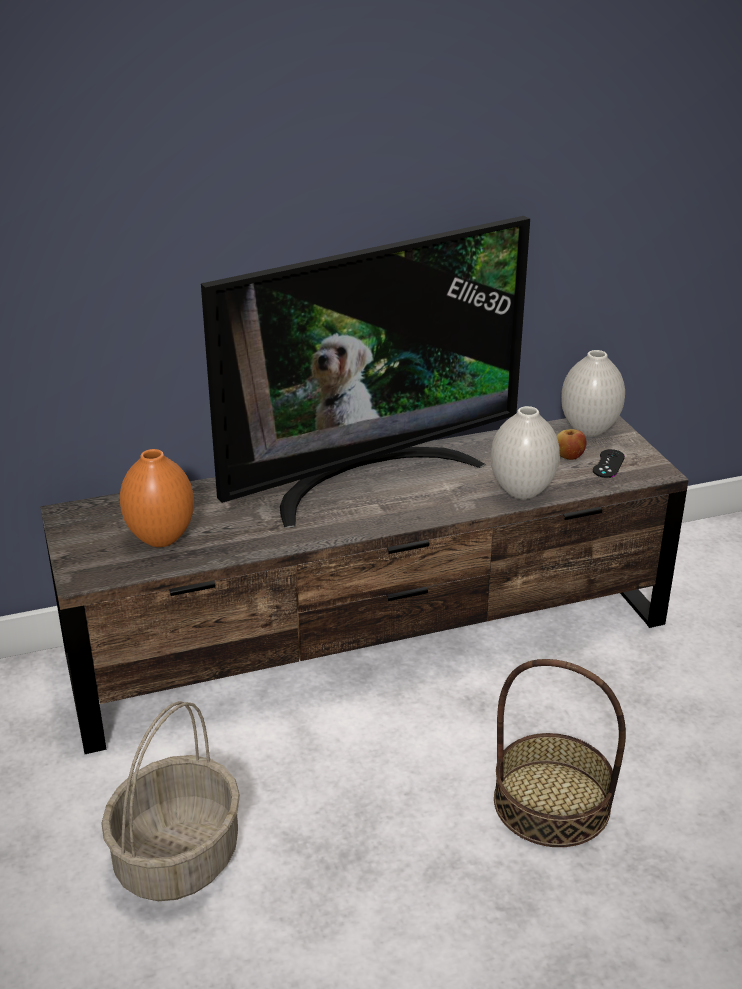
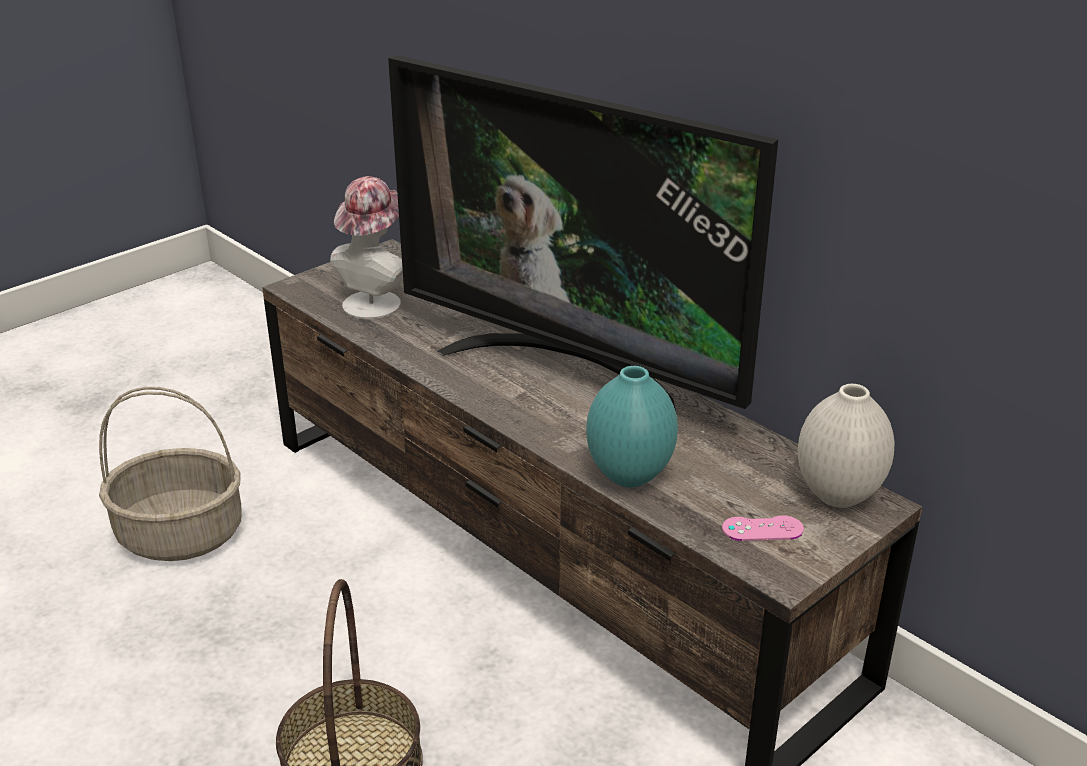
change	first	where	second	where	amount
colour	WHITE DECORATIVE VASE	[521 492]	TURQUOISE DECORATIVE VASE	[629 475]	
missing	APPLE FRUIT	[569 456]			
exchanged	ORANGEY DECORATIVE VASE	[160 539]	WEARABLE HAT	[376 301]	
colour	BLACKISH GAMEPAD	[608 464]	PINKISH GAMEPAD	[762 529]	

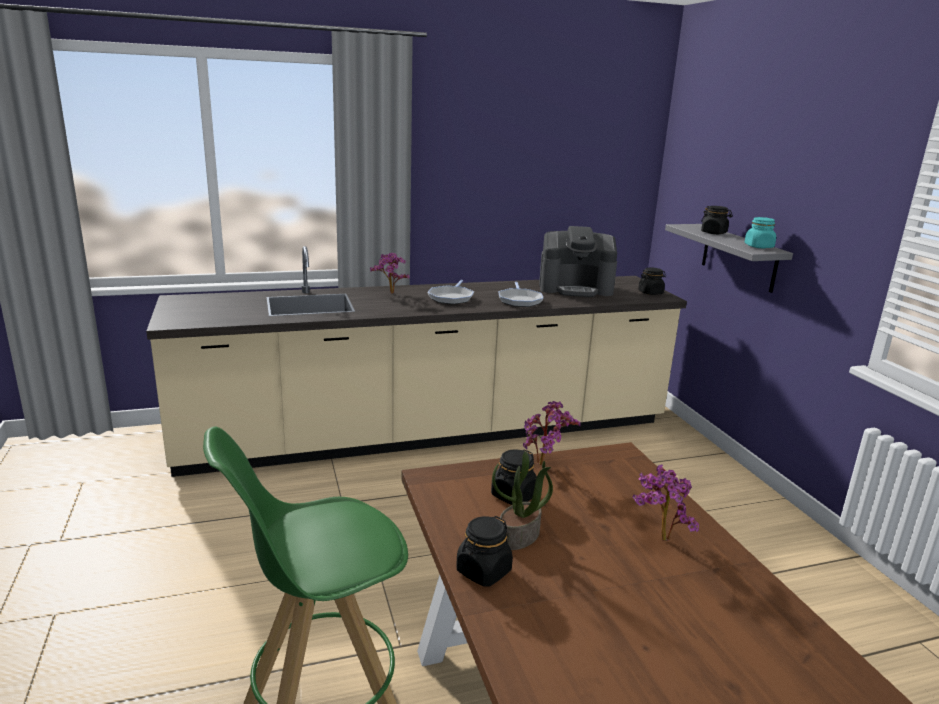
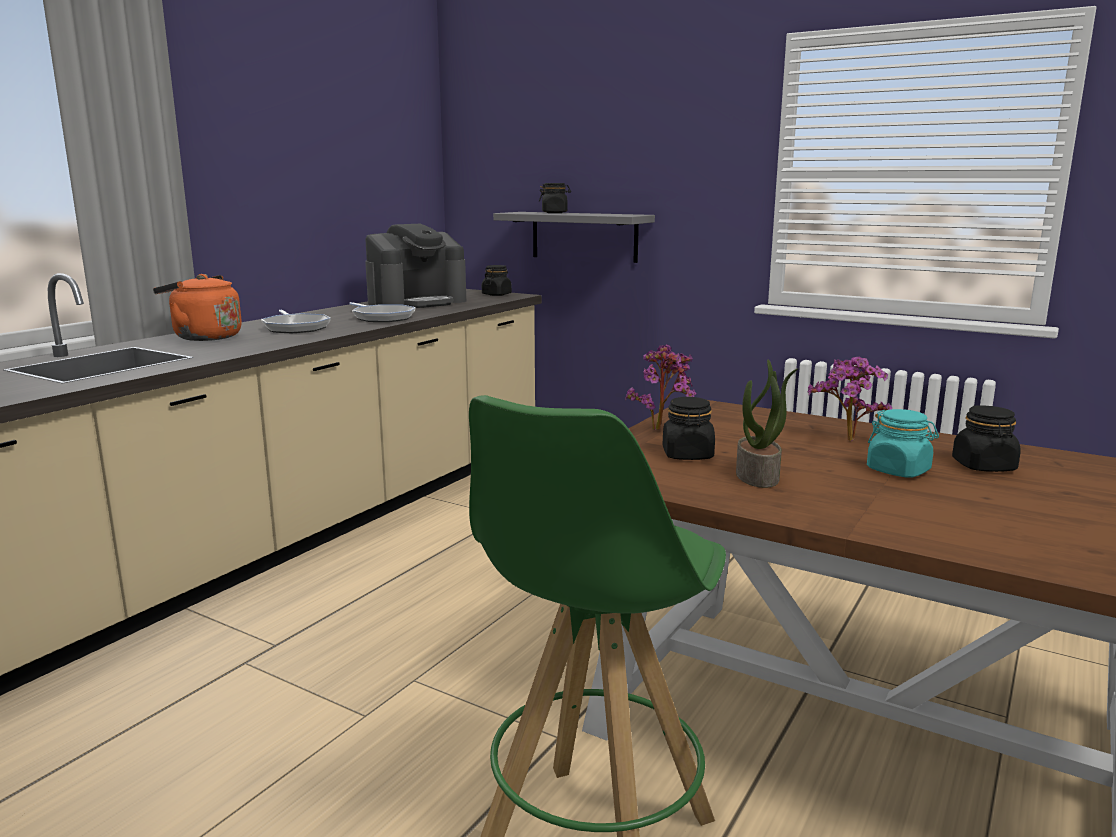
change	first	where	second	where	amount
relocated	TURQUOISE PRESERVE JAR	[759 246]		[898 471]	
exchanged	POTTED PLANT	[390 294]	ORANGEY KETTLE	[203 337]	
relocated	BLACKISH PRESERVE JAR	[483 571]		[984 466]	

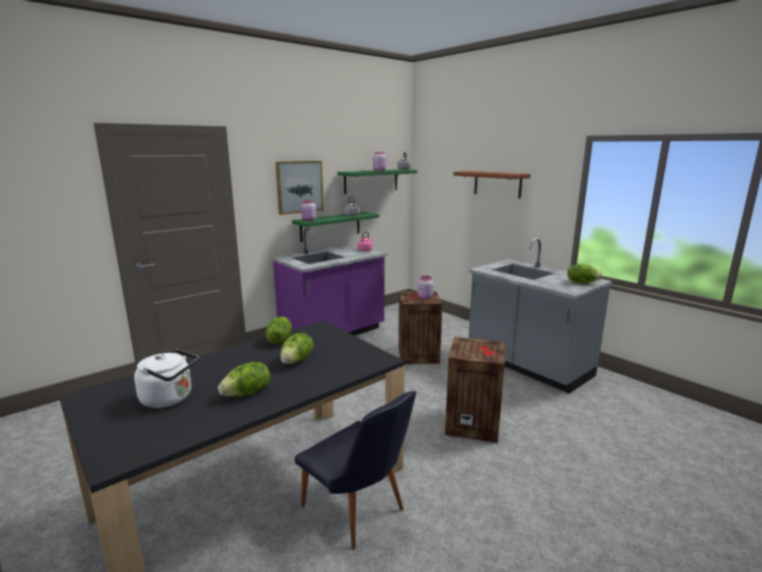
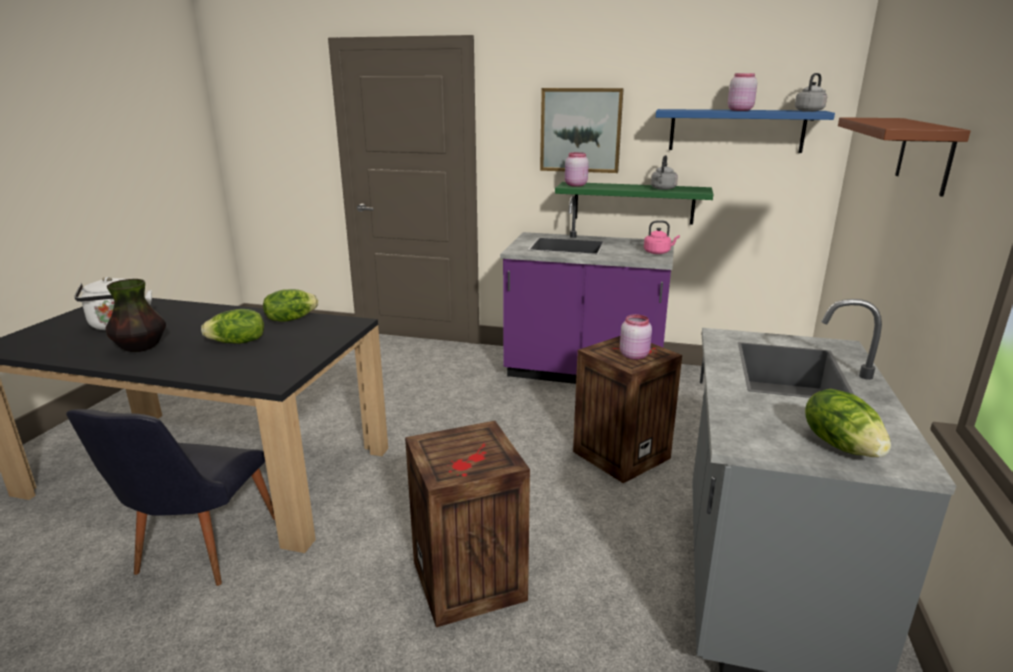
change	first	where	second	where	amount
colour	GREEN-COLOURED SHELF	[371 181]	BLUE SHELF	[736 130]	
exchanged	LETTUCE HEAD	[247 393]	DECORATIVE VASE	[140 347]	

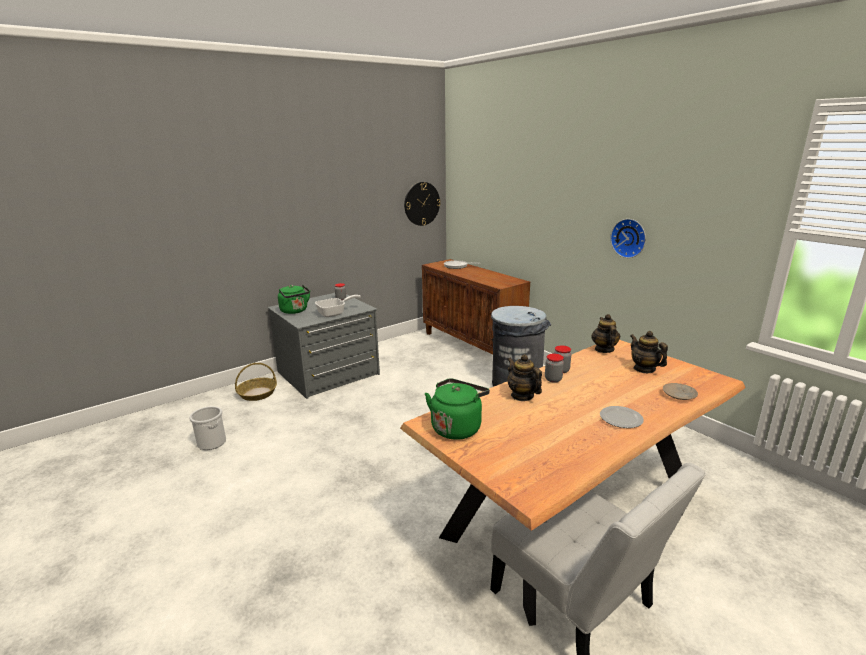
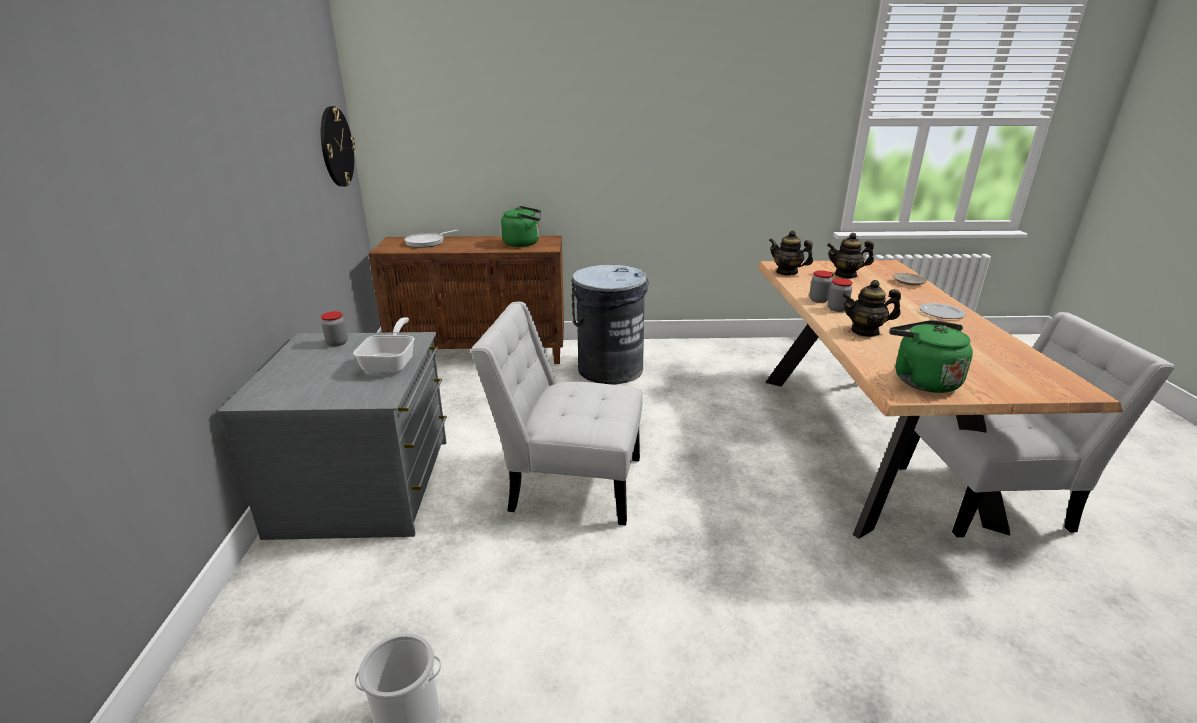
change	first	where	second	where	amount
missing	CLOCK ON THE WALL	[629 238]			
relocated	GREEN-COLOURED KETTLE	[295 311]		[523 243]	
missing	HOUSEHOLD BASKET	[257 393]			
appeared			WHITE CHAIR	[568 482]	

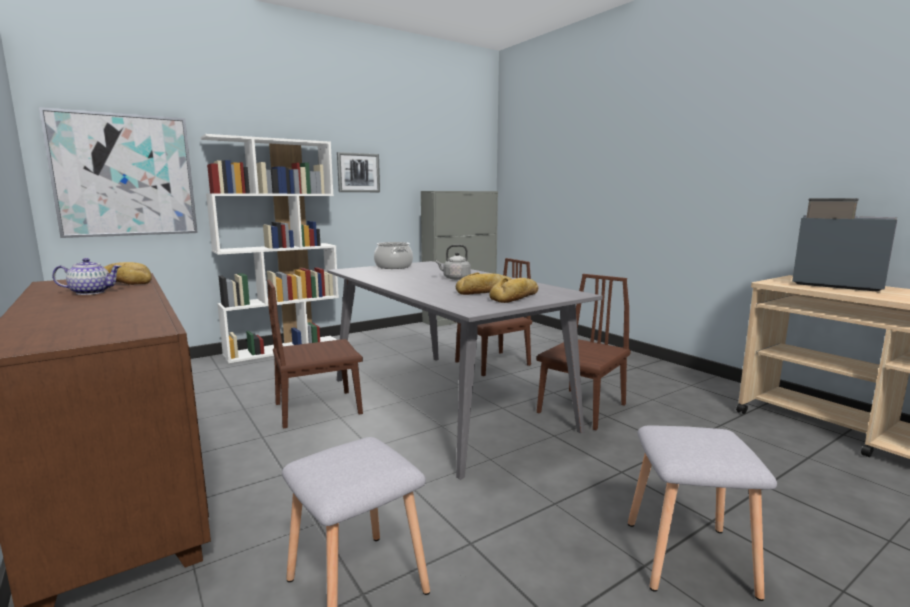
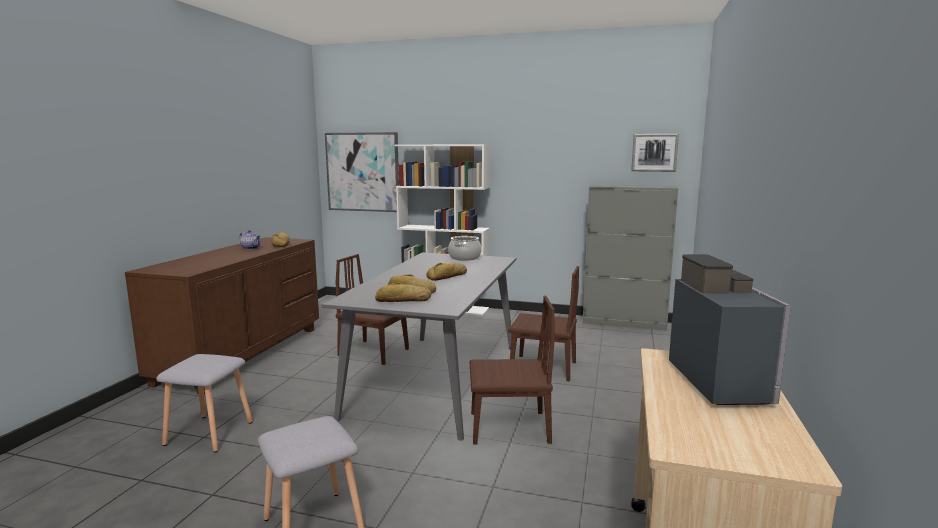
change	first	where	second	where	amount
relocated	WALL PICTURE	[358 172]		[654 152]	
exchanged	GRAY KETTLE	[455 278]	BREAD	[448 276]	

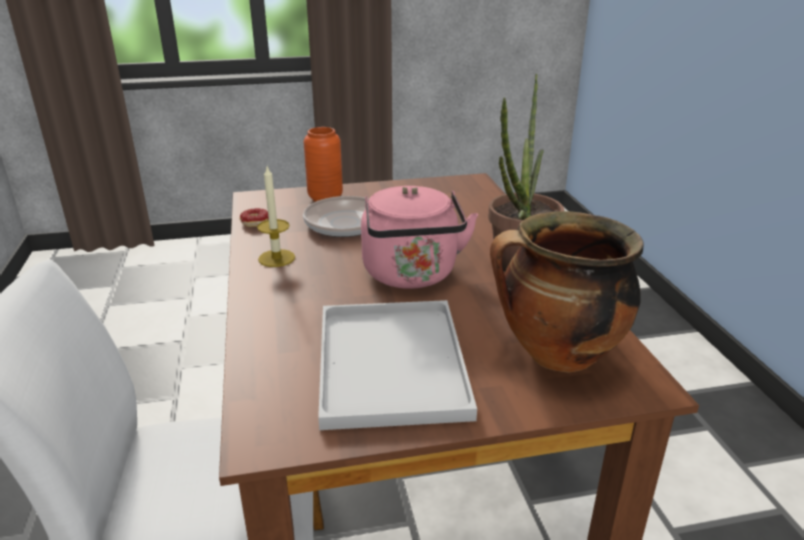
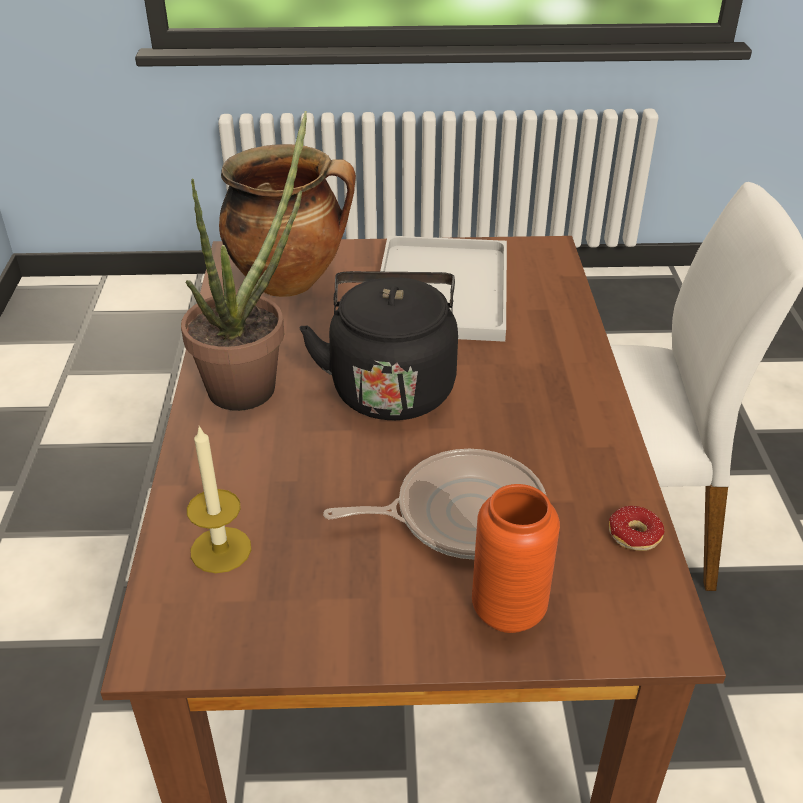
change	first	where	second	where	amount
relocated	WAX LIGHT	[276 258]		[221 550]	
colour	PINKISH KETTLE	[412 276]	BLACKISH KETTLE	[392 386]	

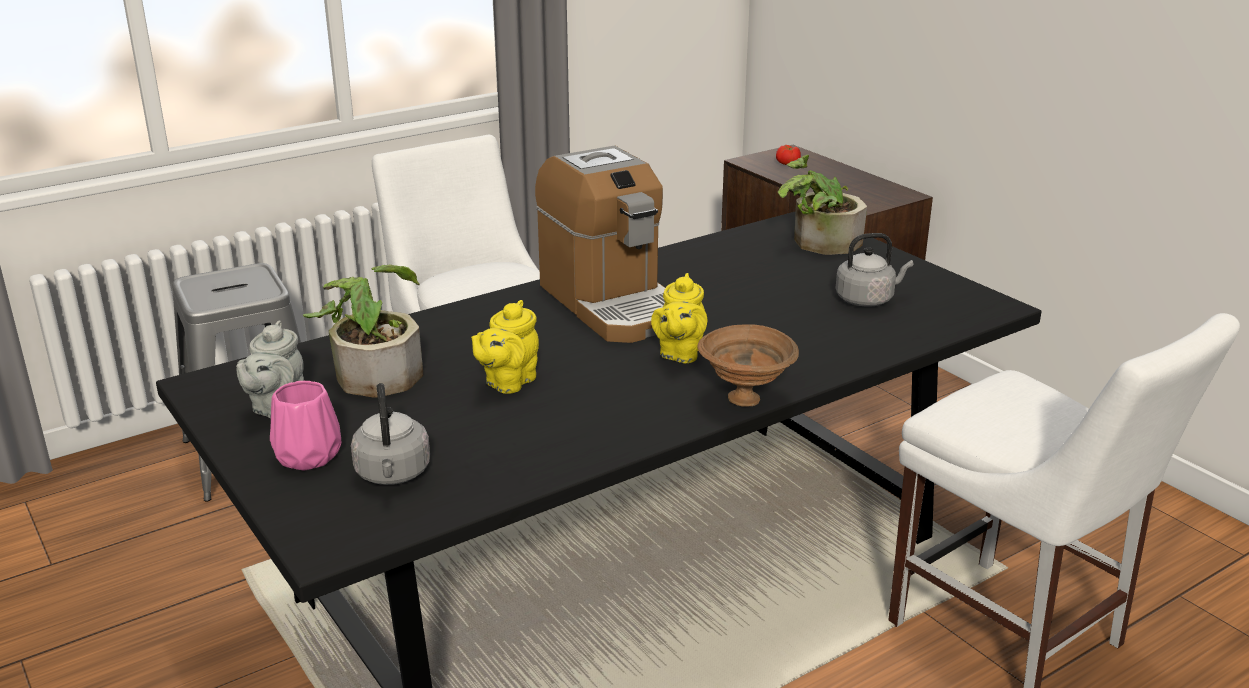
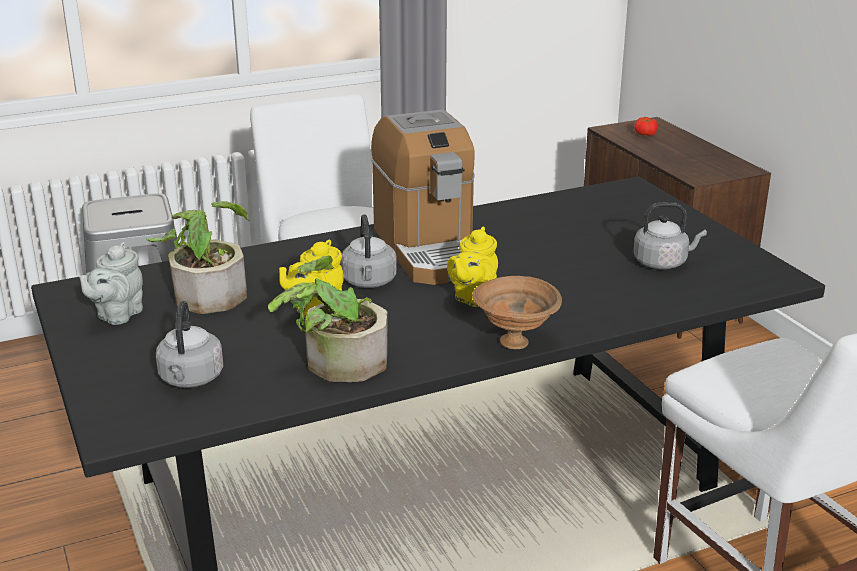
change	first	where	second	where	amount
relocated	POTTED PLANT	[818 243]		[335 362]	
missing	PINKISH DECORATIVE VASE	[308 455]			
appeared			GRAY KETTLE	[369 282]	

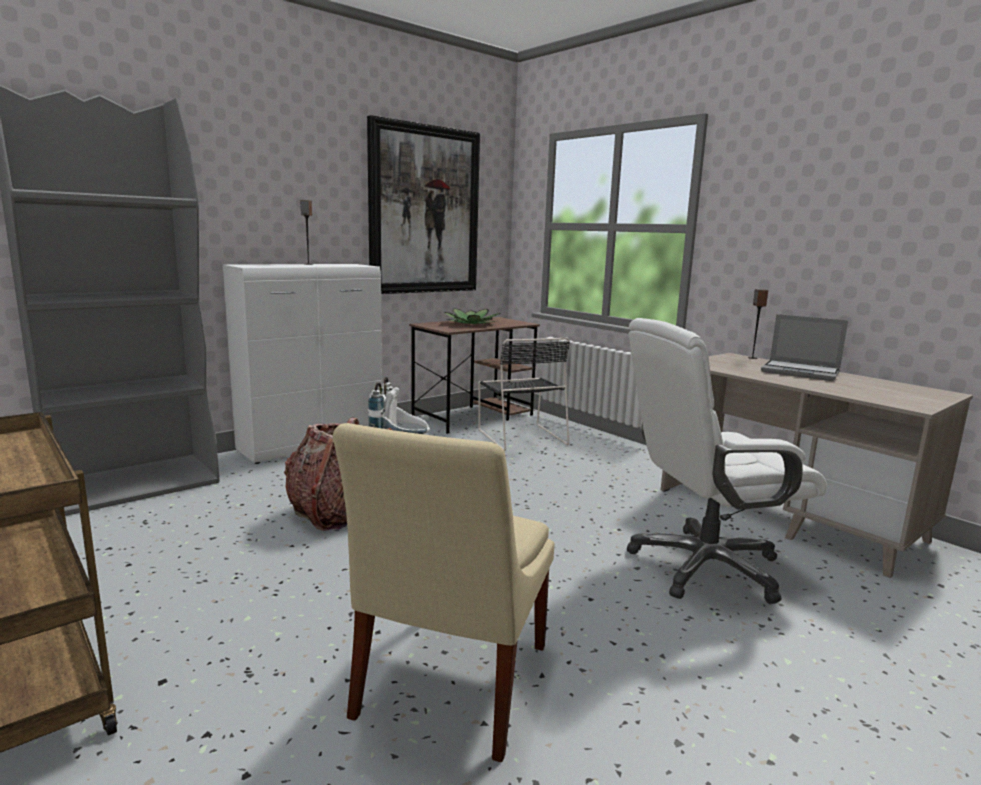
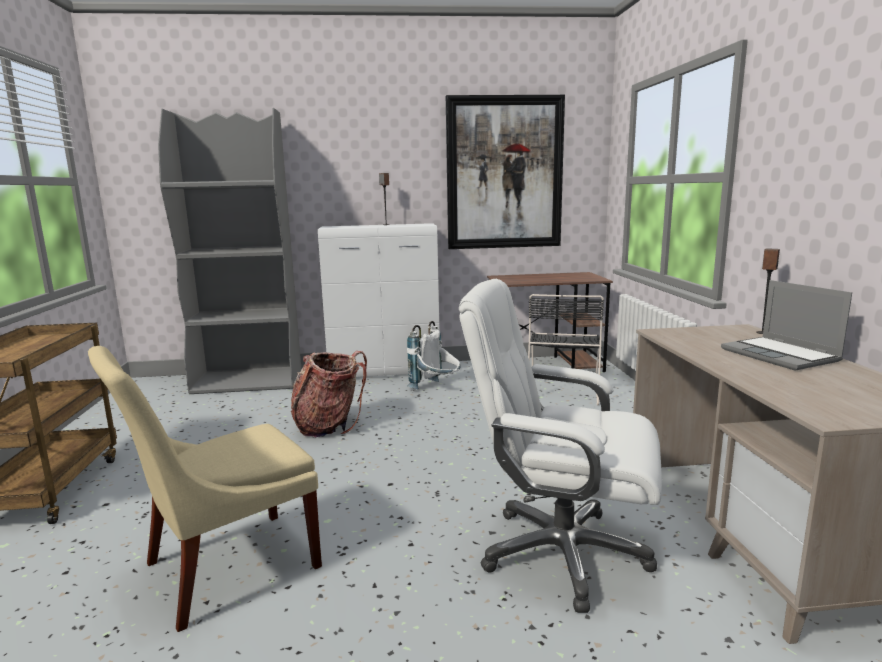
change	first	where	second	where	amount
missing	POTTED PLANT	[471 324]			

